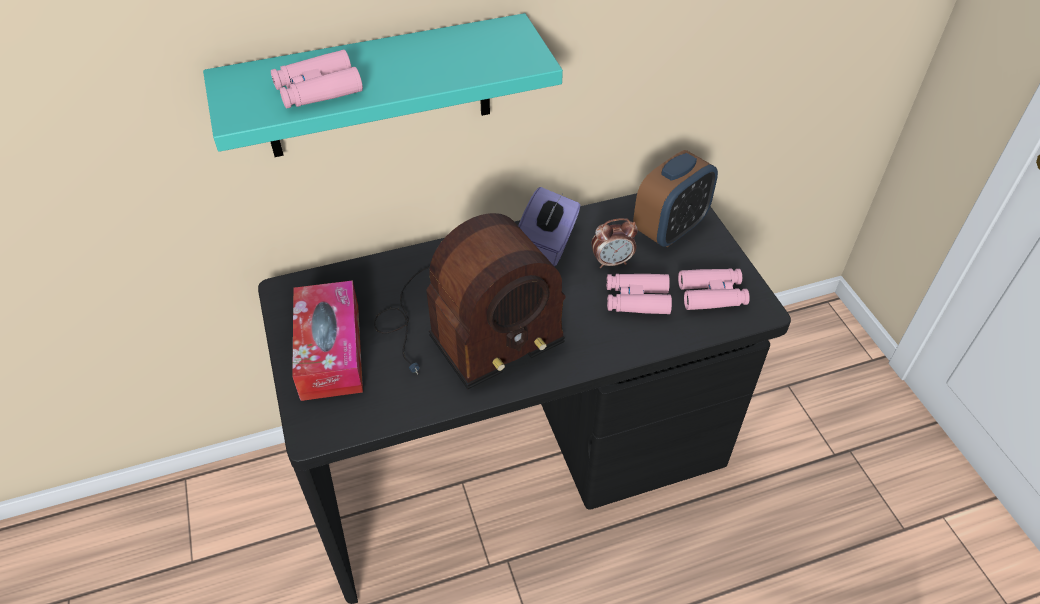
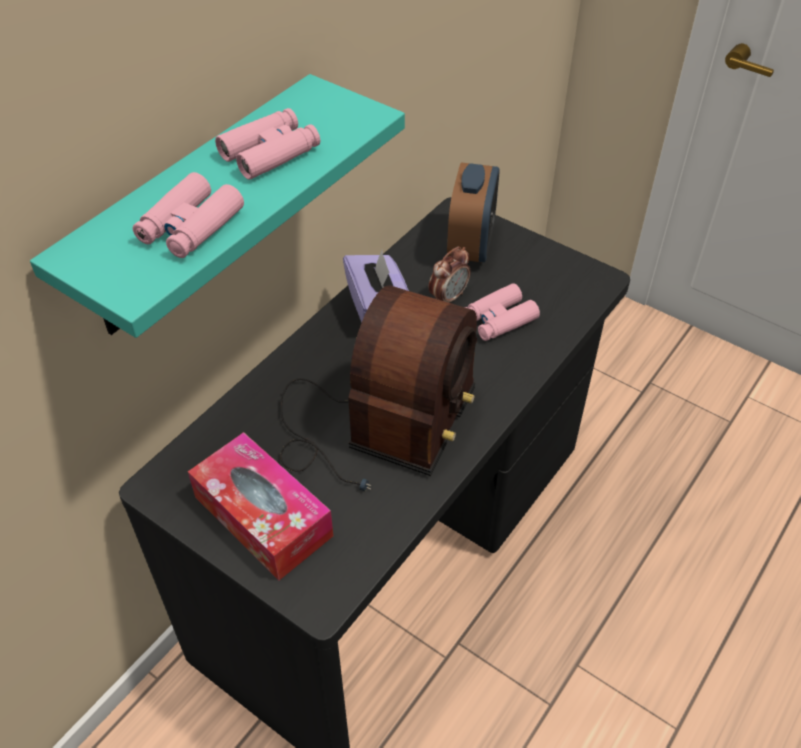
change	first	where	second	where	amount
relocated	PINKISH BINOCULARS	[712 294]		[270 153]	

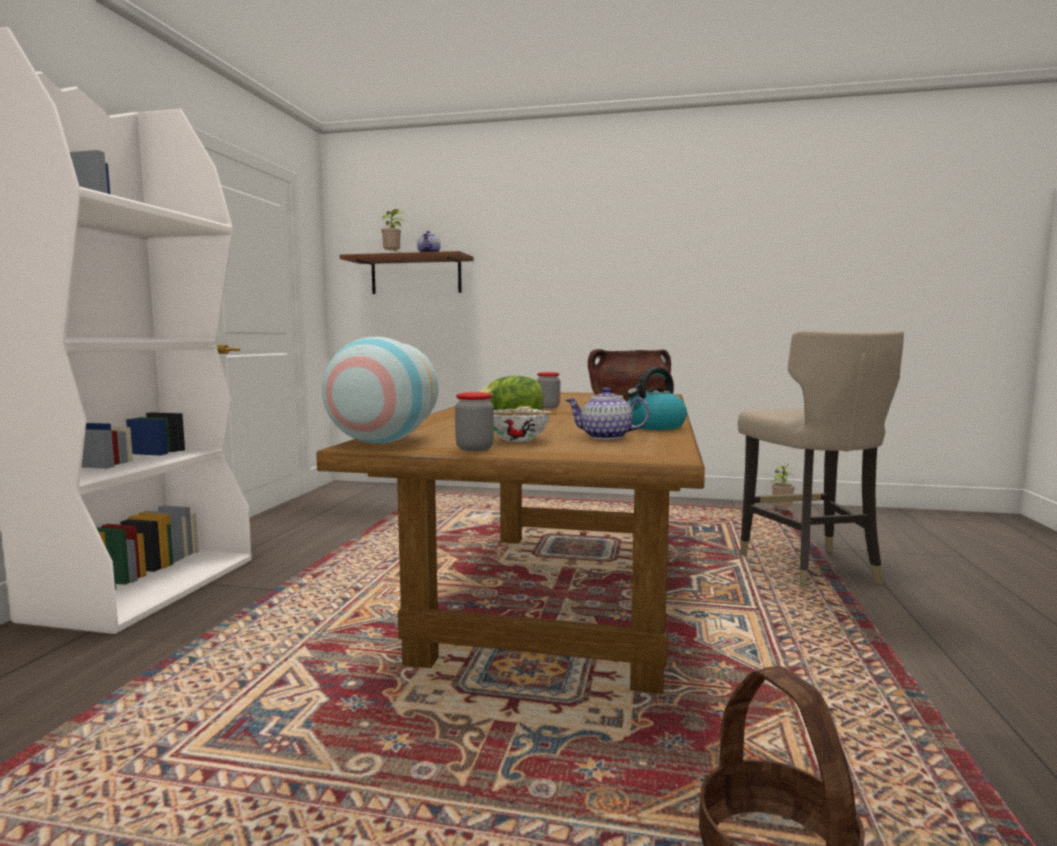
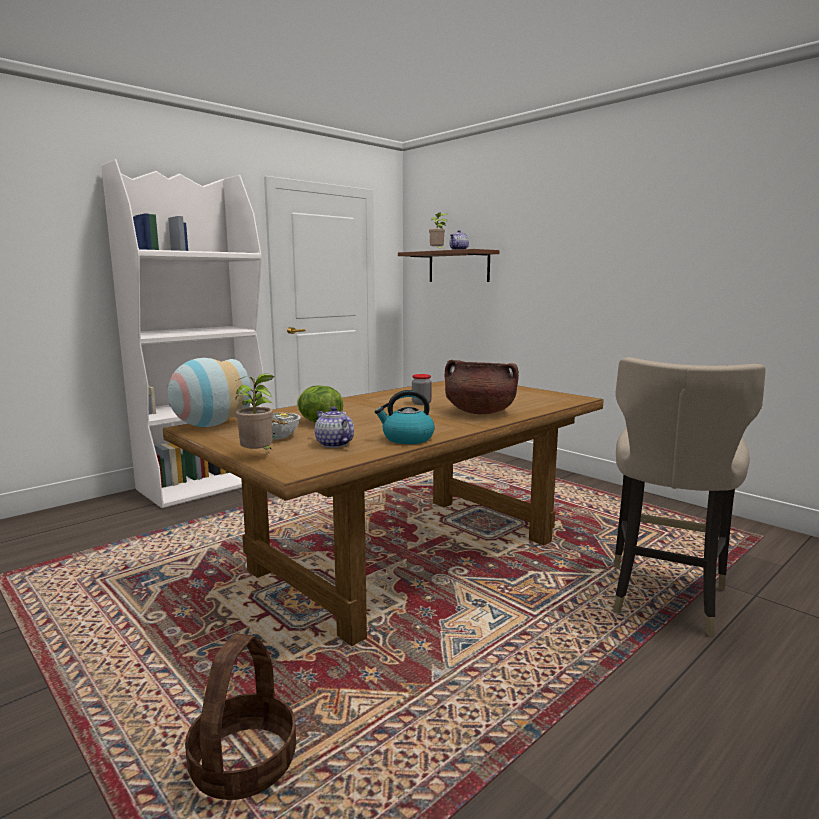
change	first	where	second	where	amount
missing	PRESERVE JAR	[474 448]			
relocated	POTTED PLANT	[781 512]		[259 456]	

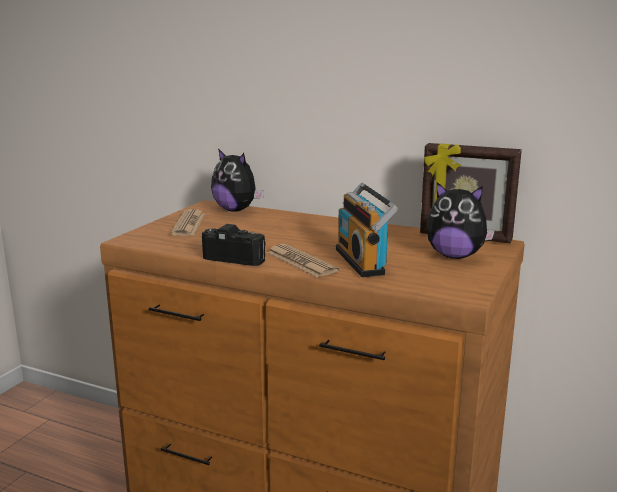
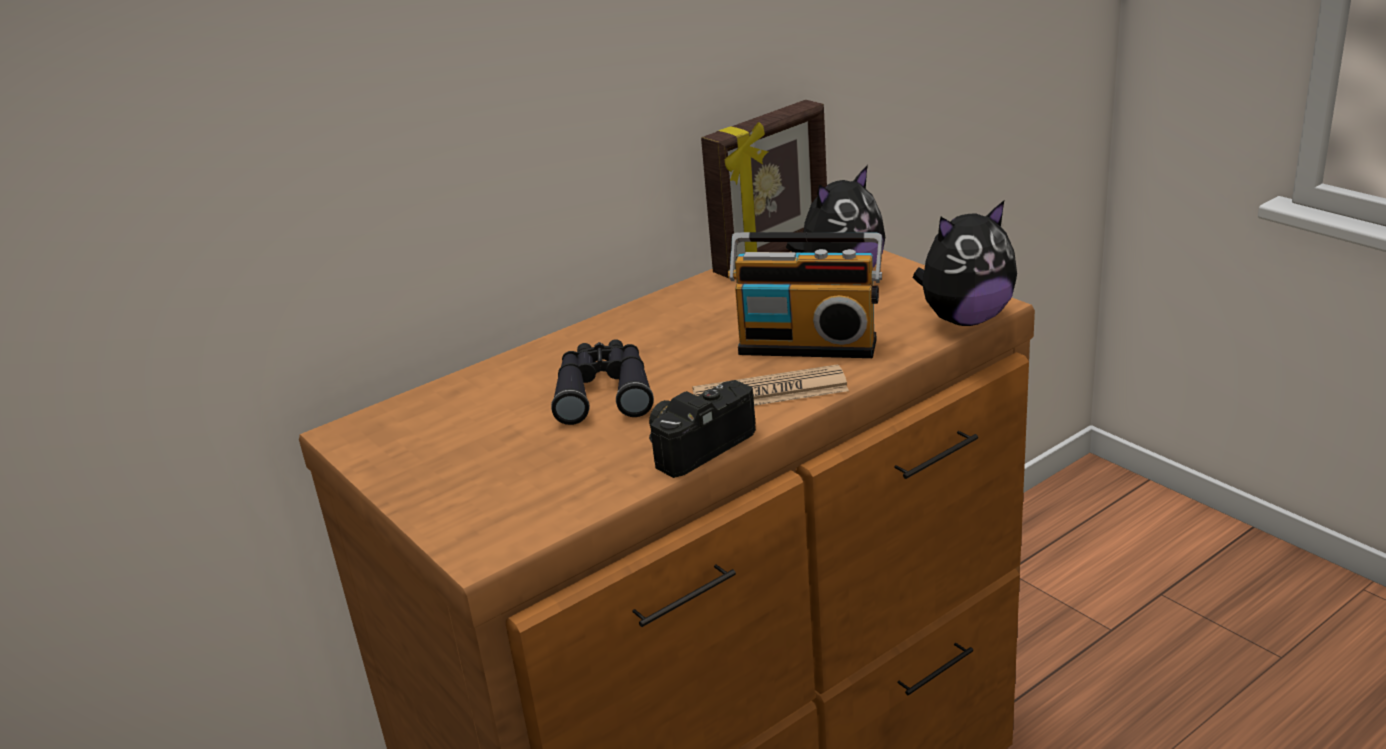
change	first	where	second	where	amount
relocated	SOFT TOY	[236 210]		[965 319]	
missing	NEWSPAPER	[189 224]			
appeared			BLACKISH BINOCULARS	[603 392]	

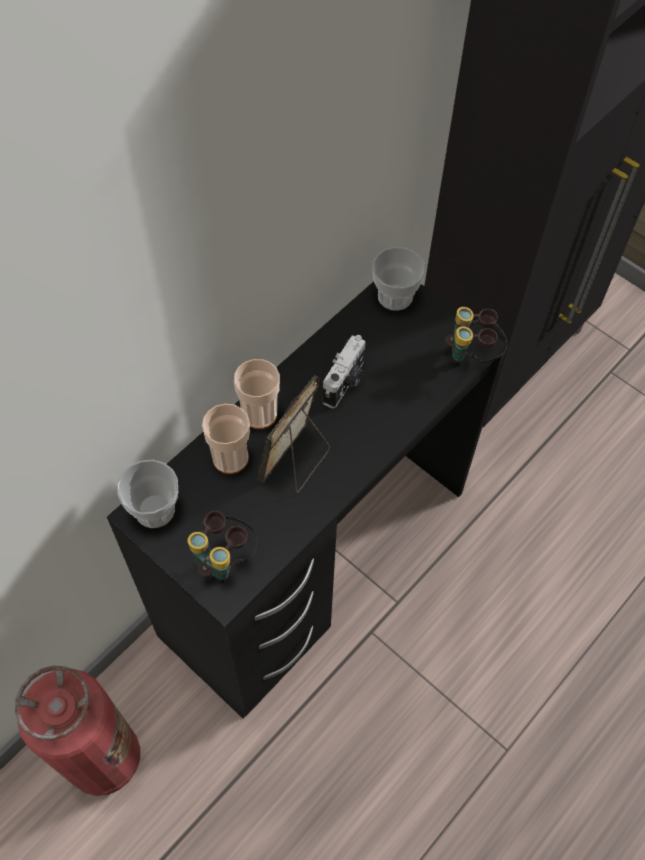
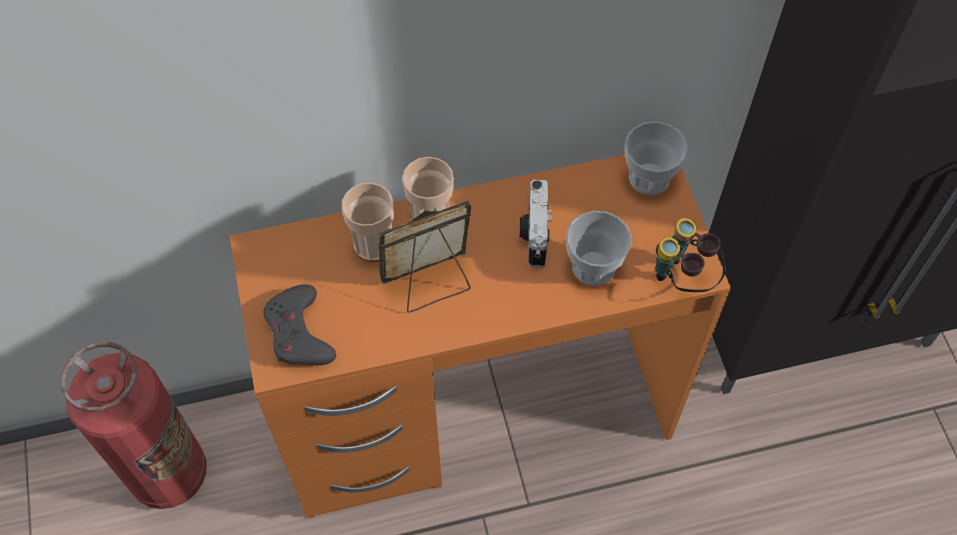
change	first	where	second	where	amount
colour	BLACKISH DESK UNIT	[315 560]	ORANGEY DESK UNIT	[477 415]	
spun	STILL CAMERA	[345 382]		[534 235]	120 degrees clockwise
relocated	CUP	[154 510]		[593 267]	
exchanged	BINOCULARS	[224 559]	GRAY GAMEPAD	[299 333]	

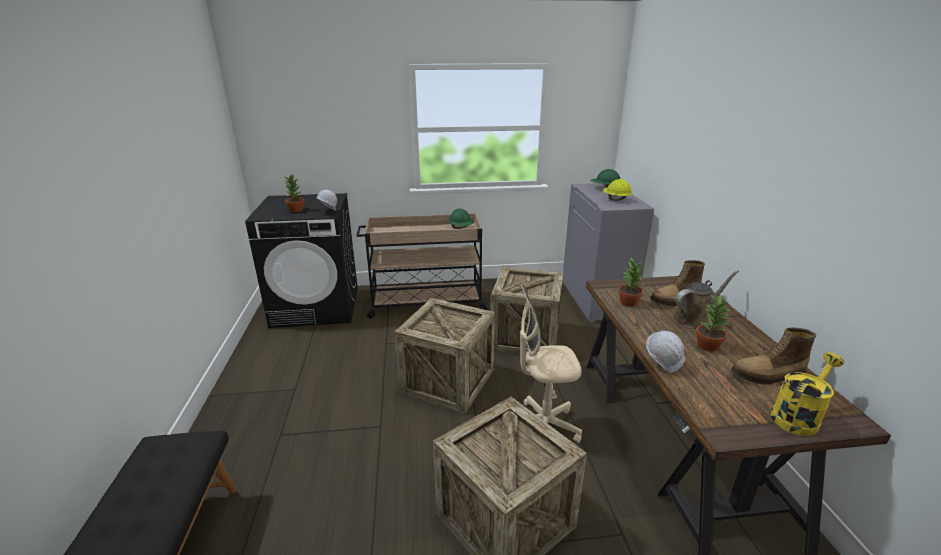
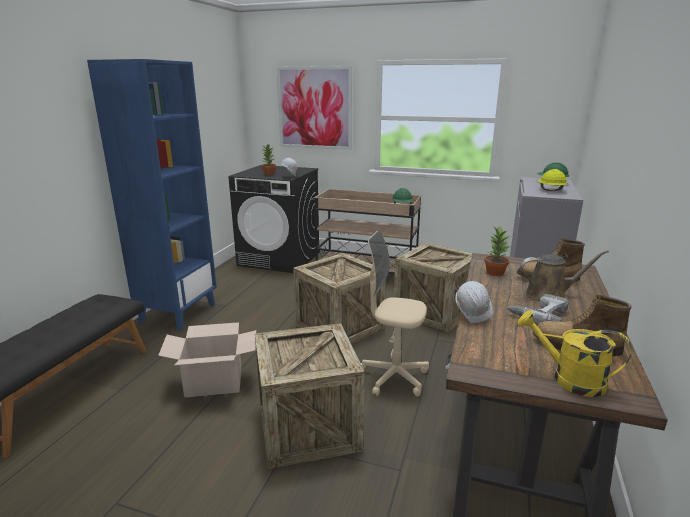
change	first	where	second	where	amount
exchanged	POTTED PLANT	[707 345]	POWER DRILL	[537 314]	
spun	YELLOW WATERING POT	[798 416]		[568 379]	135 degrees counterclockwise
appeared			BLUE SHELVING UNIT	[178 313]	
appeared			WALL PICTURE	[314 108]	
appeared			CARDBOARD BOX	[214 382]	

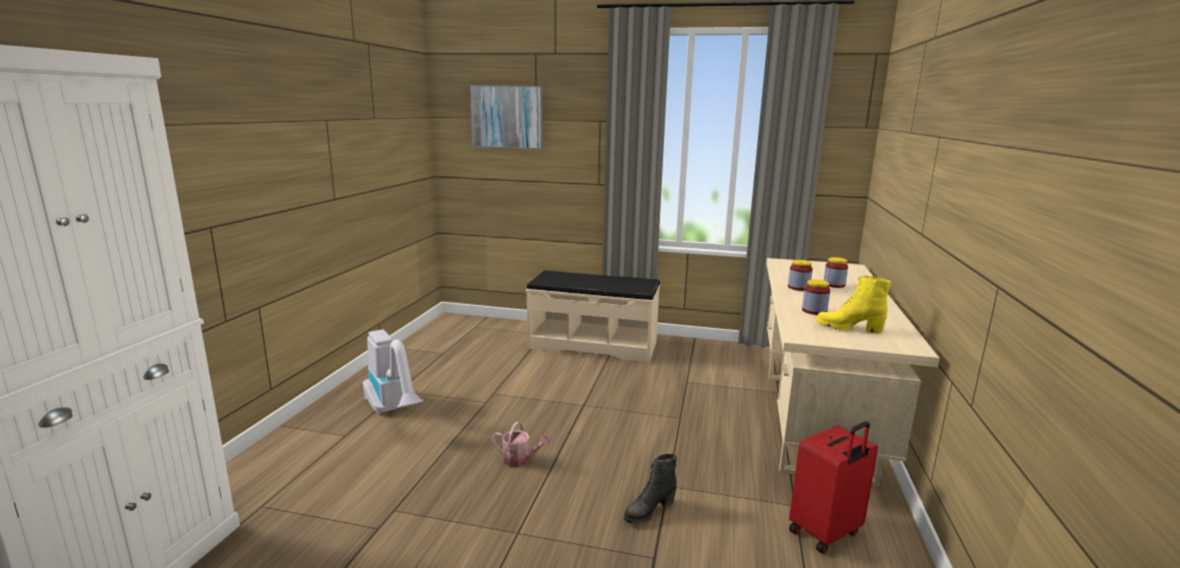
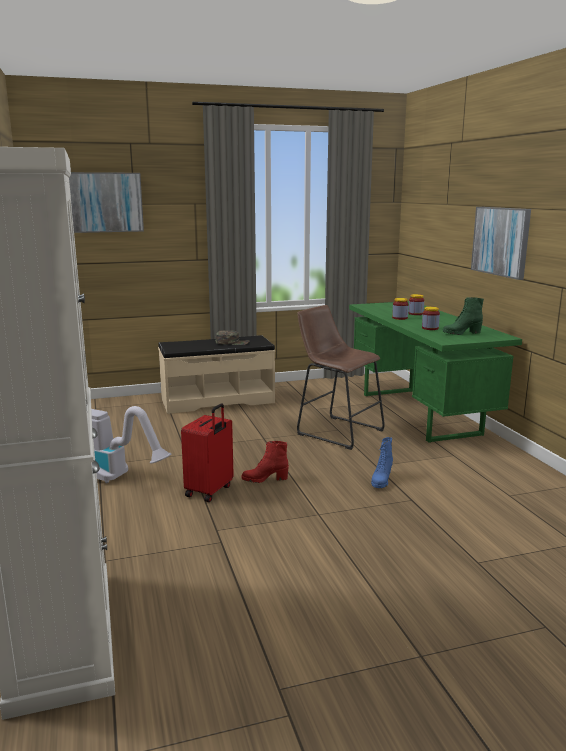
change	first	where	second	where	amount
colour	BEIGE DESK UNIT	[815 423]	GREEN-COLOURED DESK UNIT	[419 413]	
colour	YELLOW HIGH-TOP BOOT	[848 328]	GREEN-COLOURED HIGH-TOP BOOT	[461 333]	
relocated	REDDISH SUITCASE	[826 533]		[210 491]	
exchanged	WATERING POT	[520 460]	REDDISH HIGH-TOP BOOT	[264 479]	
colour	BLACKISH HIGH-TOP BOOT	[649 511]	BLUE HIGH-TOP BOOT	[381 481]	
appeared			WALL PICTURE	[501 241]	
appeared			BROWN STOOL	[336 431]	
appeared			GREEN-COLOURED CAP	[232 342]	

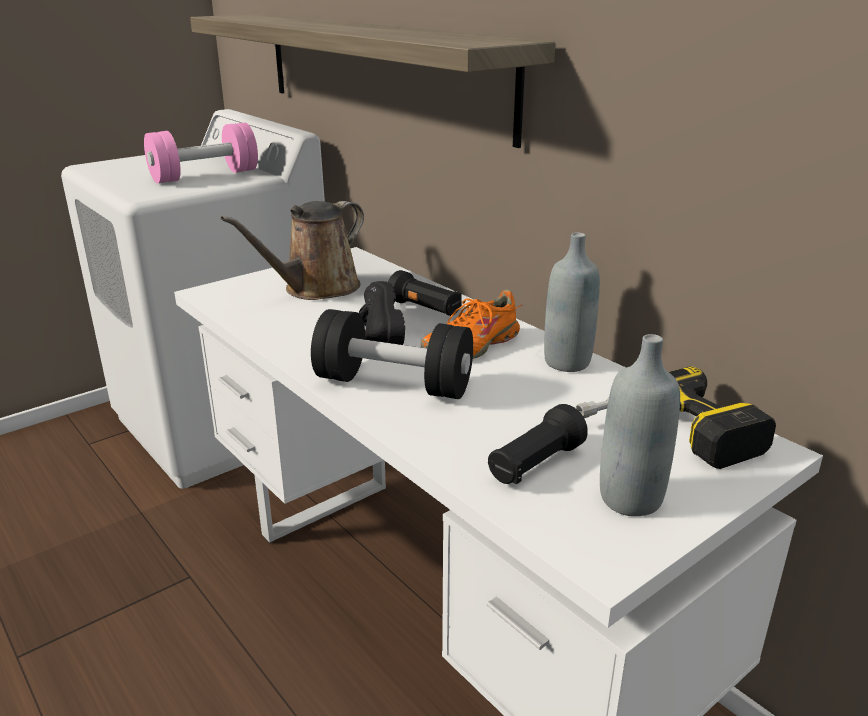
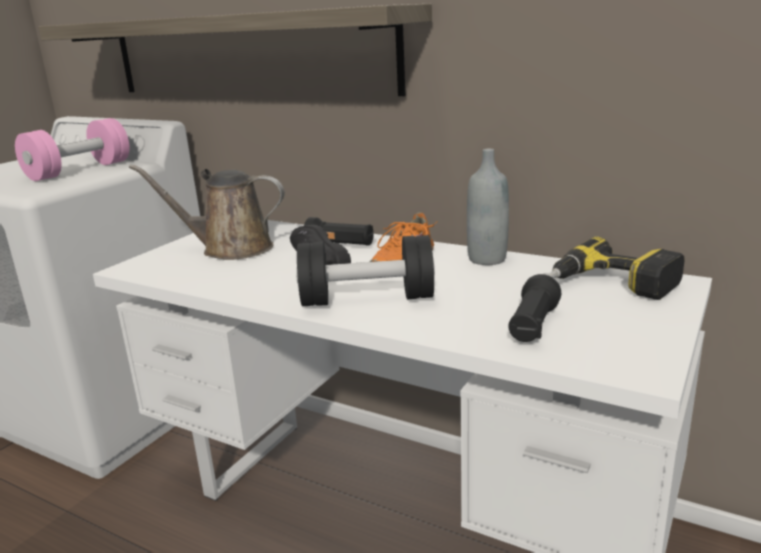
change	first	where	second	where	amount
spun	BROWN WATERING POT	[316 289]		[230 249]	75 degrees clockwise
missing	GRAY BEVERAGE BOTTLE	[630 499]			

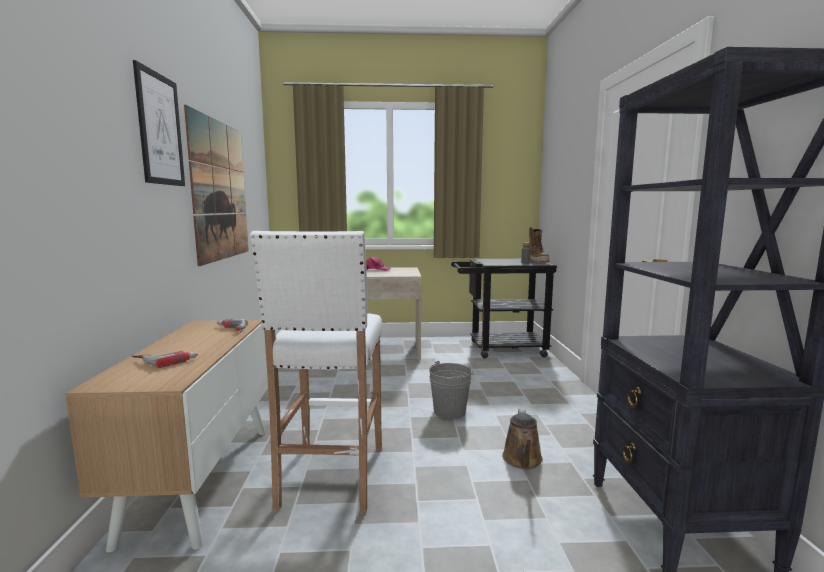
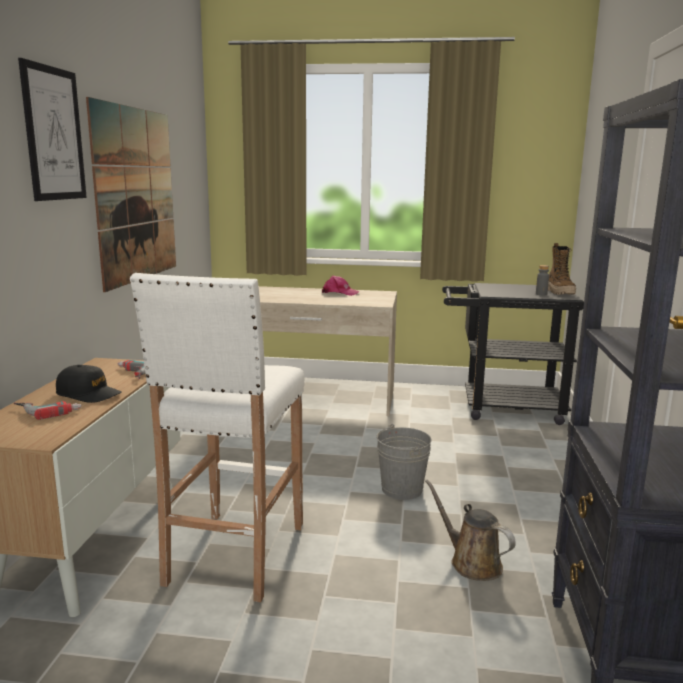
change	first	where	second	where	amount
spun	BROWN WATERING POT	[522 460]		[471 562]	120 degrees clockwise
appeared			BLACKISH CAP	[89 394]	

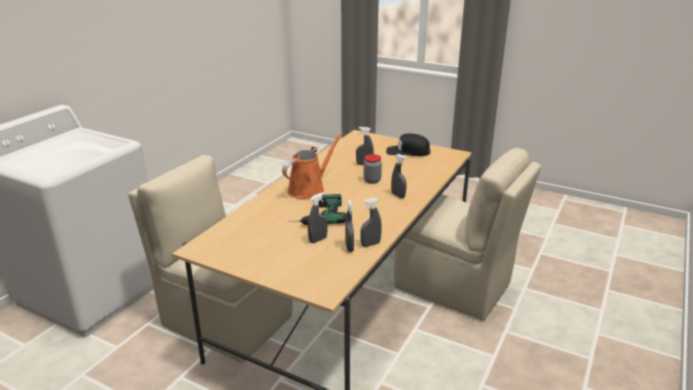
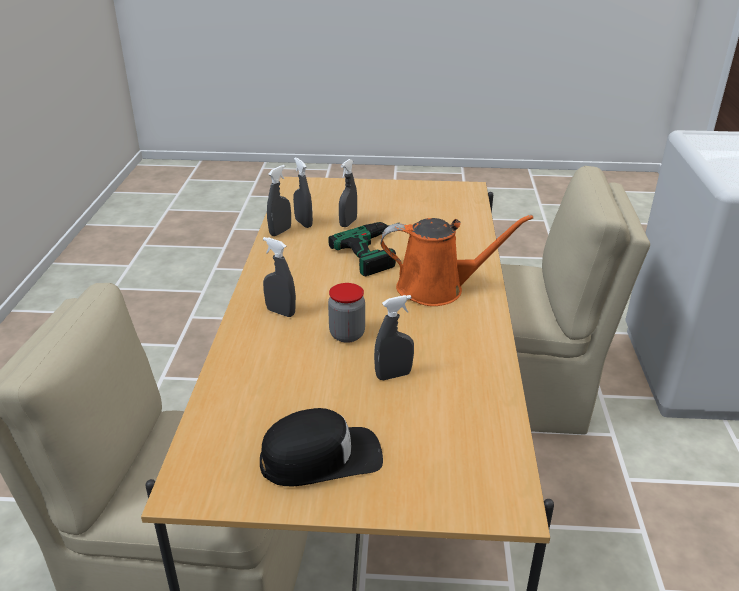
change	first	where	second	where	amount
spun	ORANGEY WATERING POT	[309 189]		[437 288]	105 degrees counterclockwise

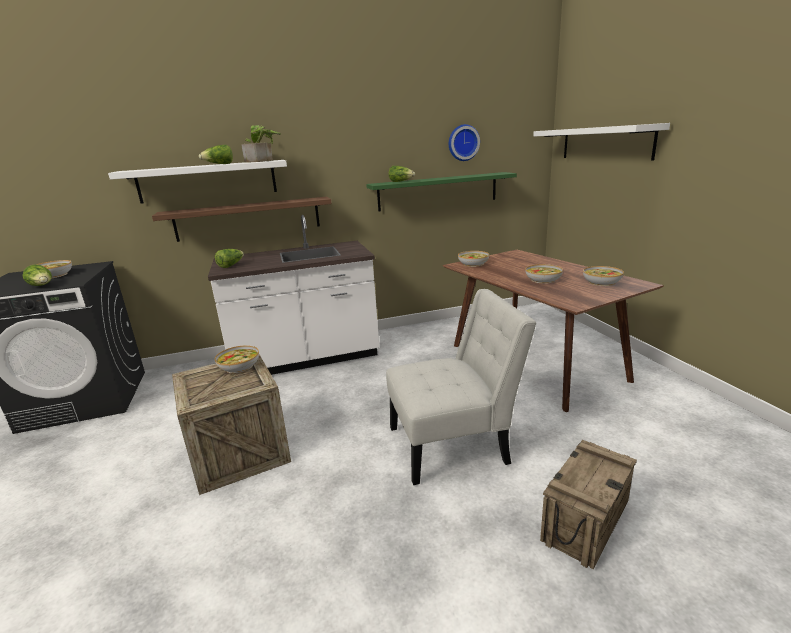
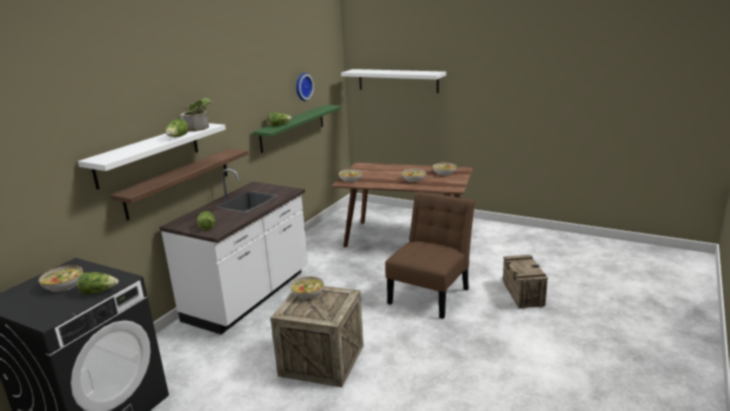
change	first	where	second	where	amount
colour	WHITE CHAIR	[454 443]	BROWN CHAIR	[431 294]	

